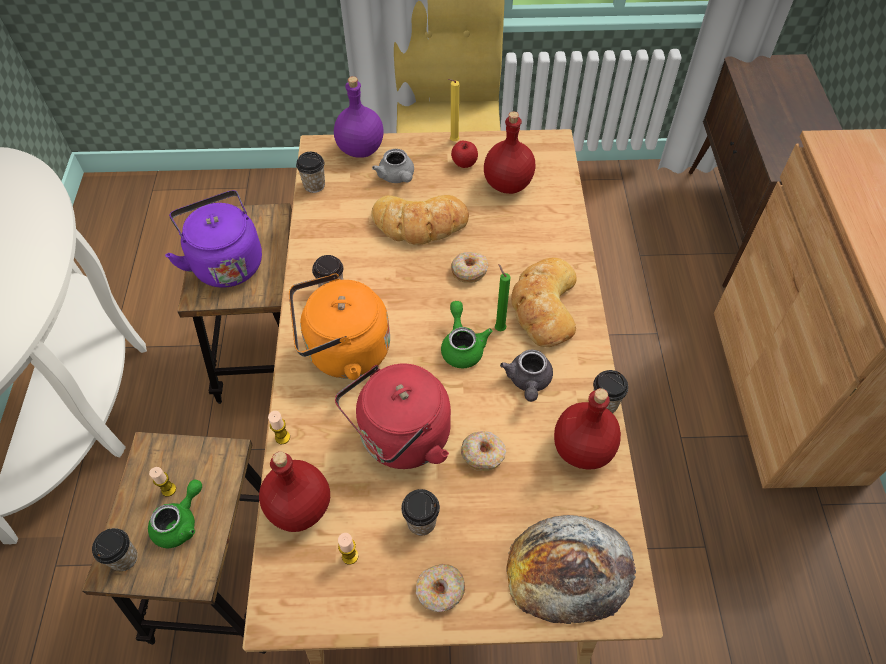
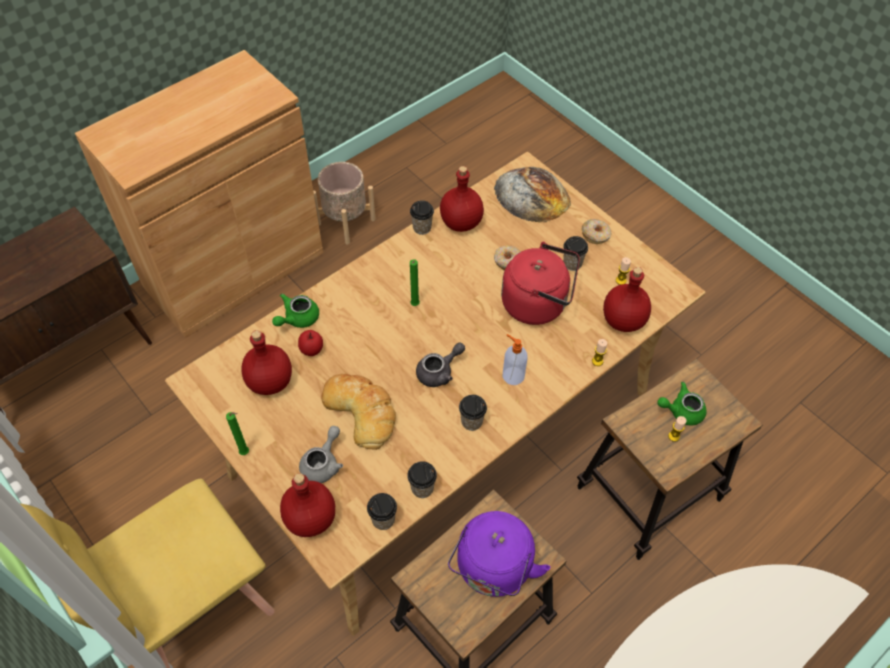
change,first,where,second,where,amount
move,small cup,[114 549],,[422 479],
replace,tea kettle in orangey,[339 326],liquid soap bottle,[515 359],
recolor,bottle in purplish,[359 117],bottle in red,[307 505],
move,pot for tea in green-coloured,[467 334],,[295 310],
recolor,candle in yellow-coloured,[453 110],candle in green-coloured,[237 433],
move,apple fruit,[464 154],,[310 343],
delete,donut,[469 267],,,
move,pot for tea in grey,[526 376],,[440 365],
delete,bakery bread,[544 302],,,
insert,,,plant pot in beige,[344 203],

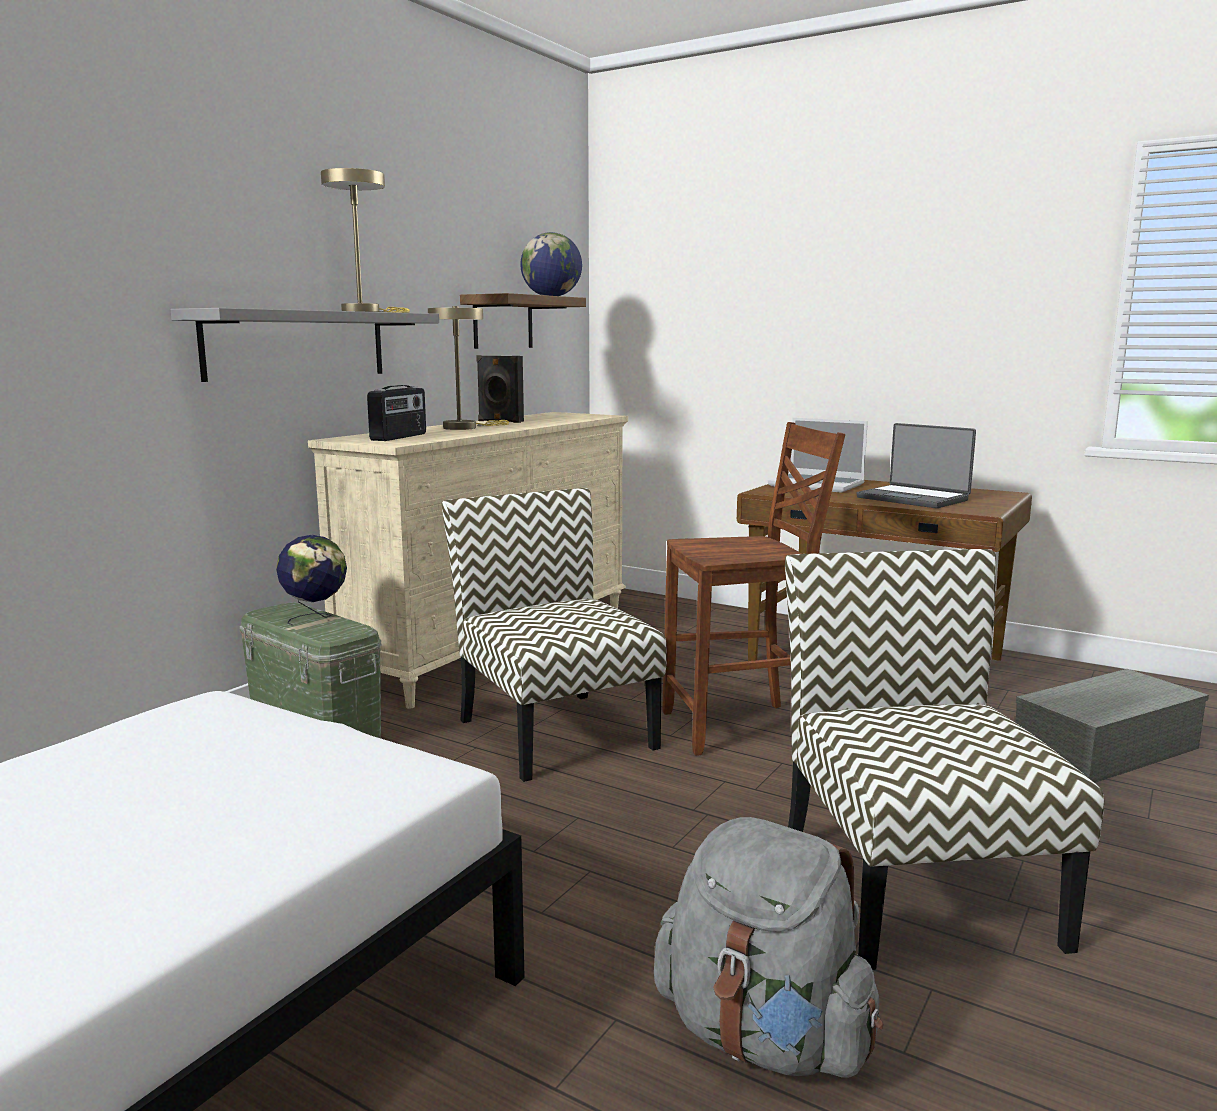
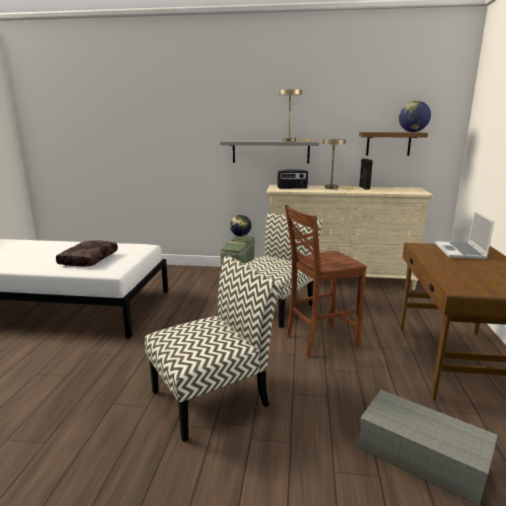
change,first,where,second,where,amount
delete,backpack in grey,[768 947],,,
rotate,plain chair in brownish,[754 589],,[326 281],105 degrees clockwise
delete,notebook computer,[916 465],,,
insert,,,pillow in brownish,[87 253],

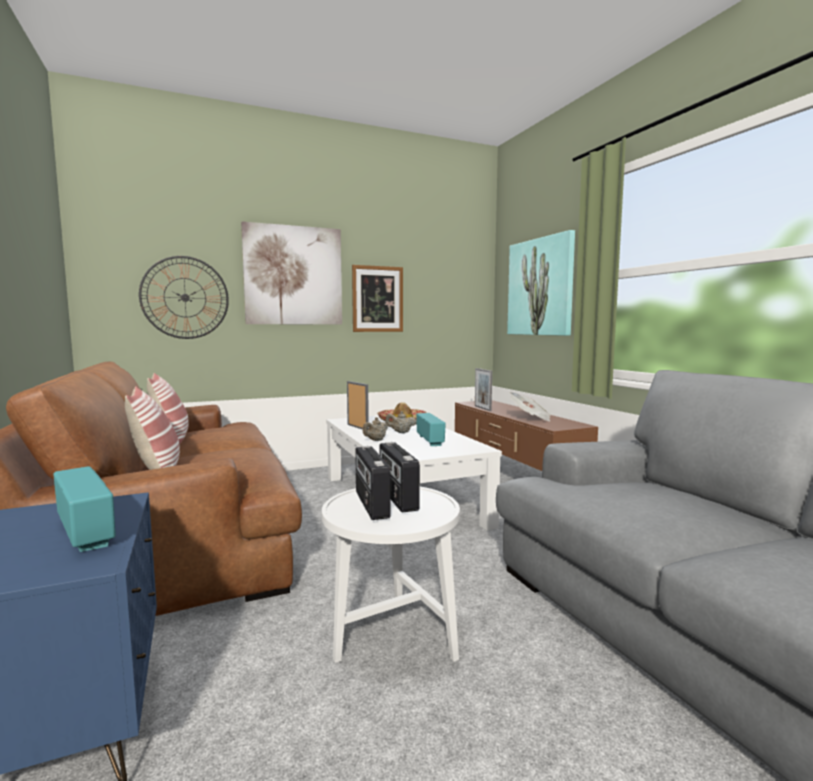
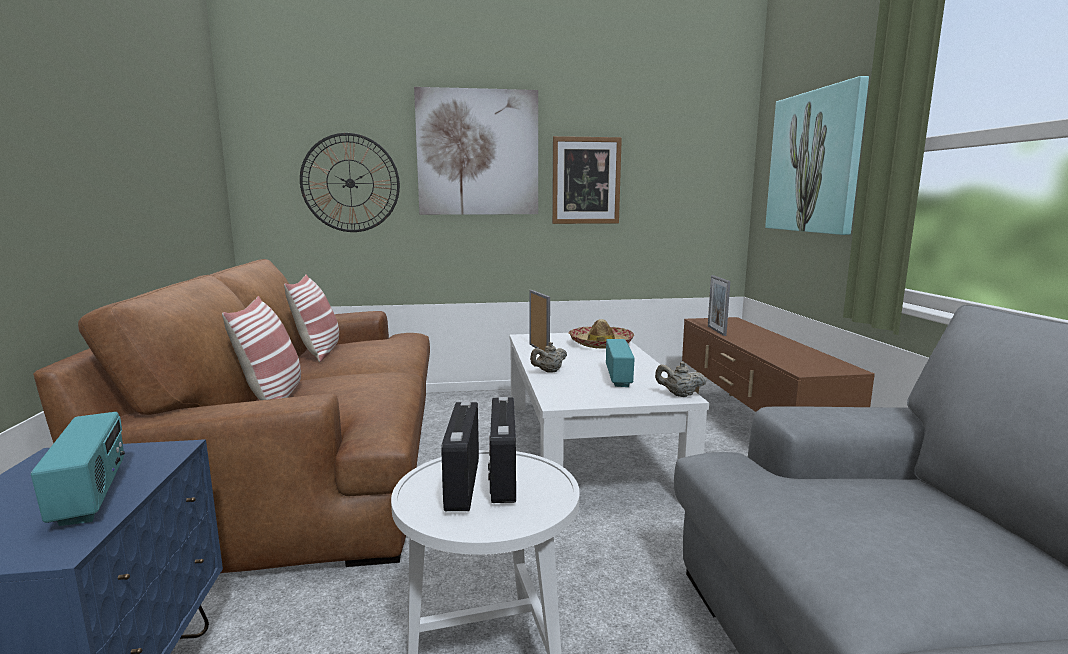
change,first,where,second,where,amount
move,pot for tea in beige,[401 422],,[681 379],
delete,printed paper,[530 407],,,

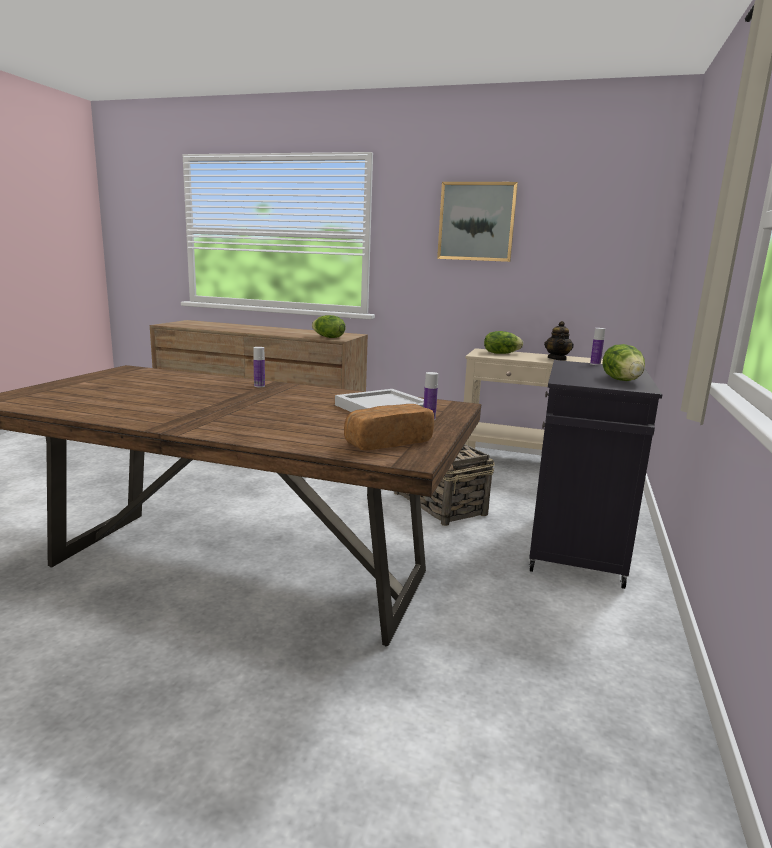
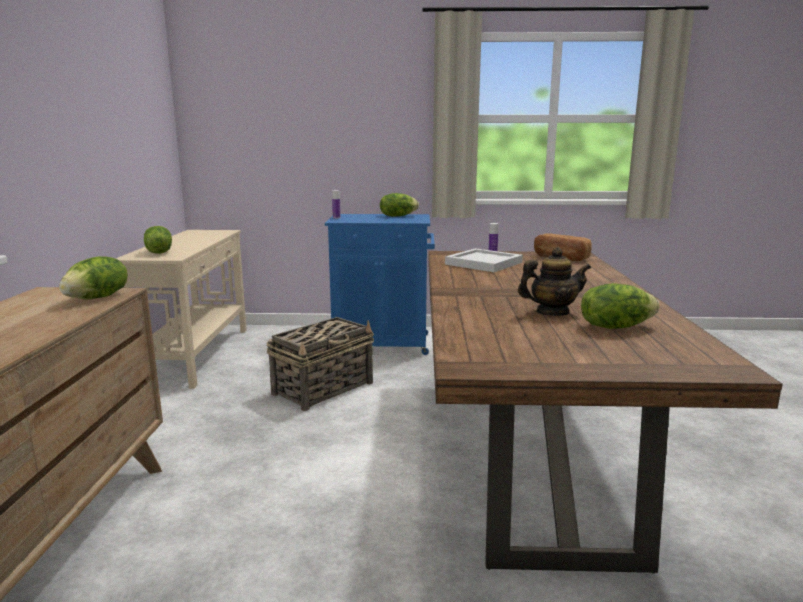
change,first,where,second,where,amount
delete,bottle,[259 367],,,
delete,wall picture,[477 222],,,
recolor,storage cabinet in blackish,[596 474],storage cabinet in blue,[380 284],
move,pot for tea,[559 341],,[554 281],
insert,,,lettuce,[620 306],

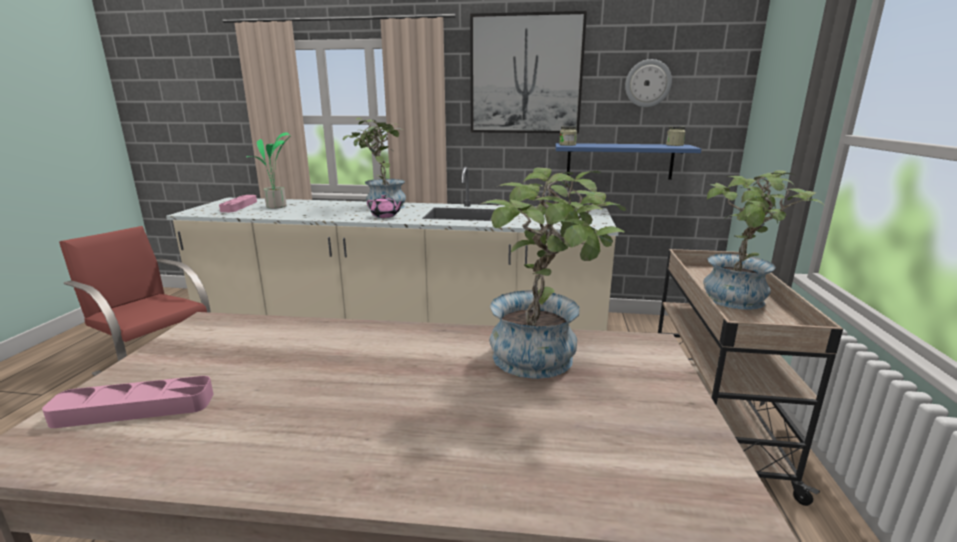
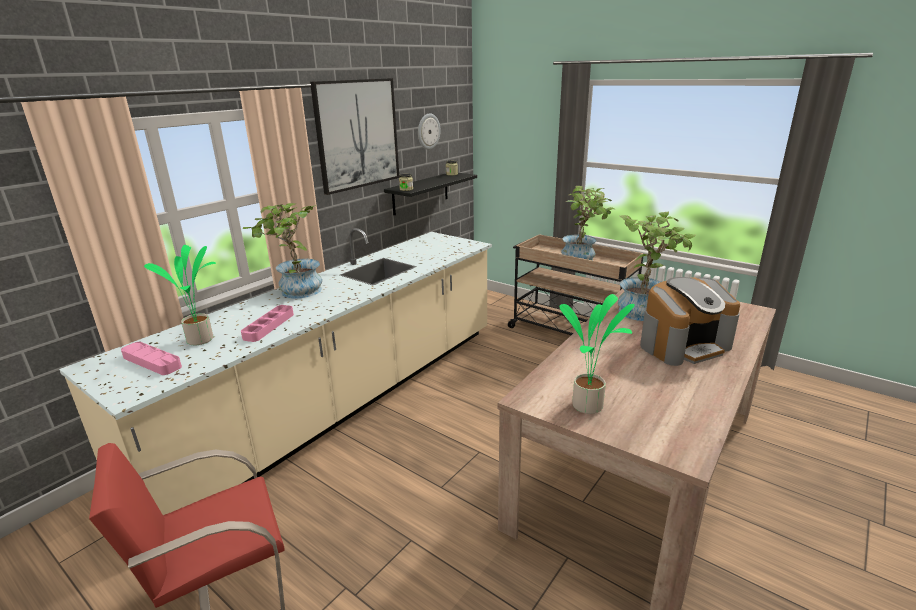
change,first,where,second,where,amount
move,tray in pinkish,[128 402],,[267 323],
delete,pot for tea in pinkish,[385 206],,,
recolor,shelf in blue,[628 161],shelf in blackish,[430 194],
insert,,,houseplant,[597 354],
insert,,,coffee brewer,[690 321],

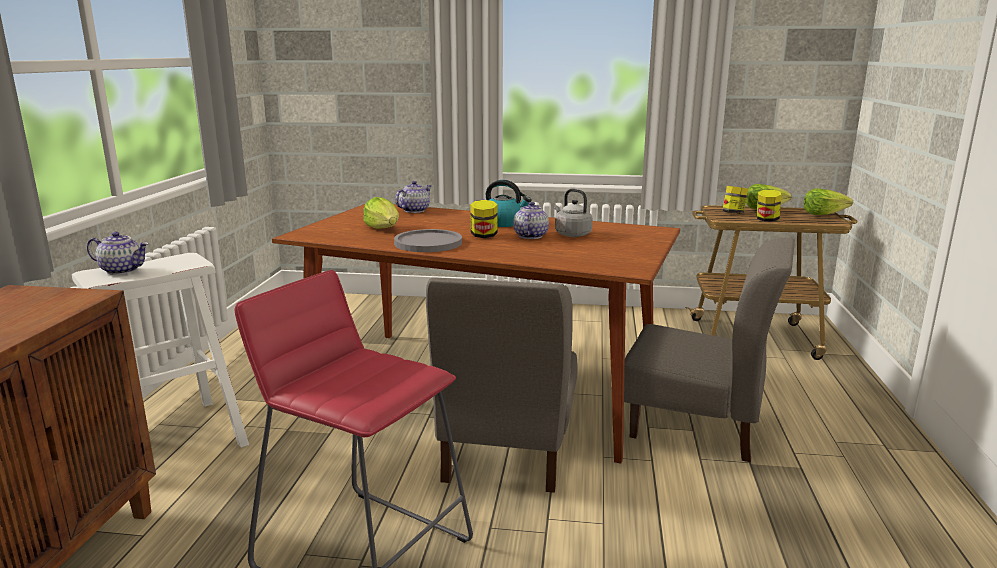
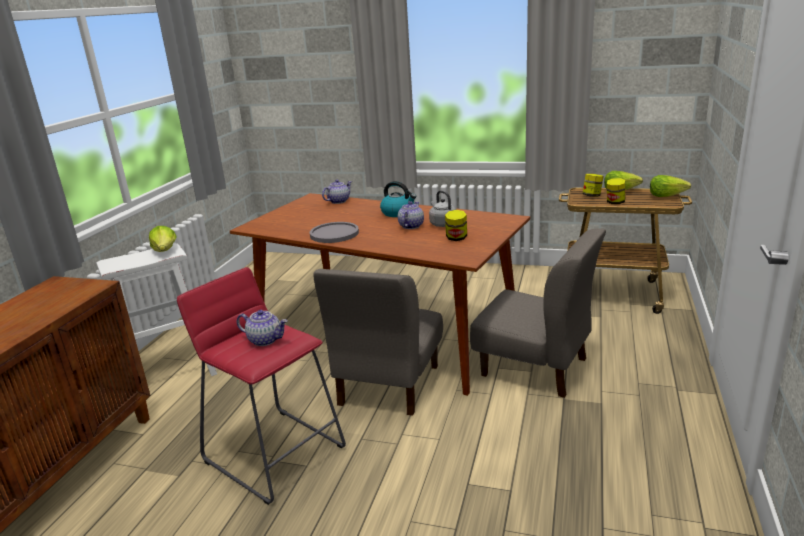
change,first,where,second,where,amount
move,pot for tea,[118 253],,[262 328],
move,lettuce,[381 213],,[162 239],
move,preserve jar,[484 219],,[456 225],

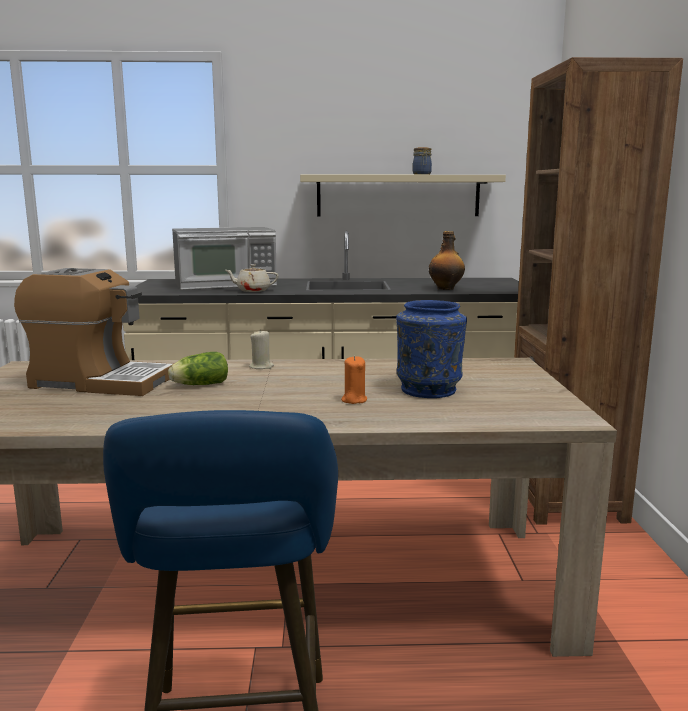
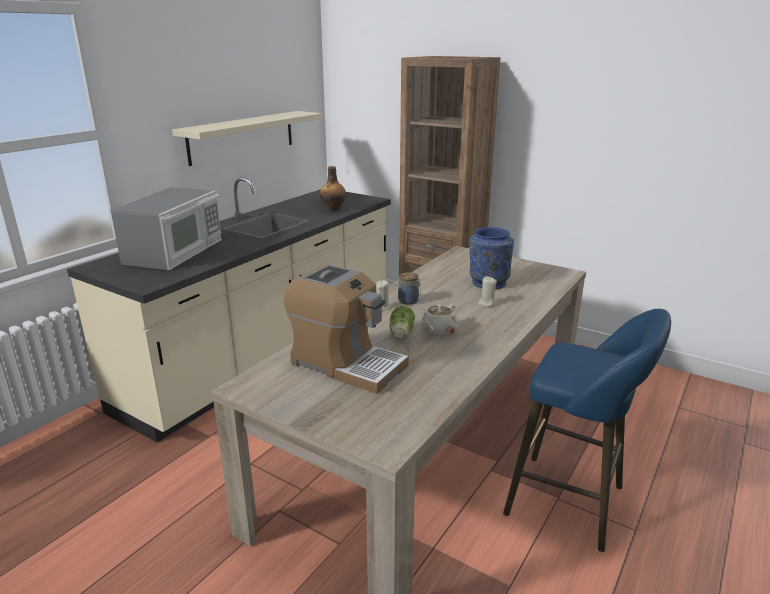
change,first,where,second,where,amount
rotate,coffee brewer,[94 332],,[346 329],75 degrees clockwise
move,pot for tea in beige,[252 278],,[439 320],
recolor,candle in orangey,[354 380],candle in beige,[487 291],
move,preserve jar,[422 161],,[409 288],

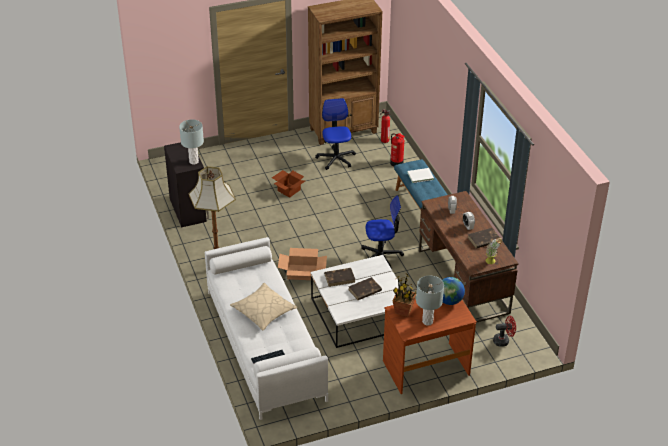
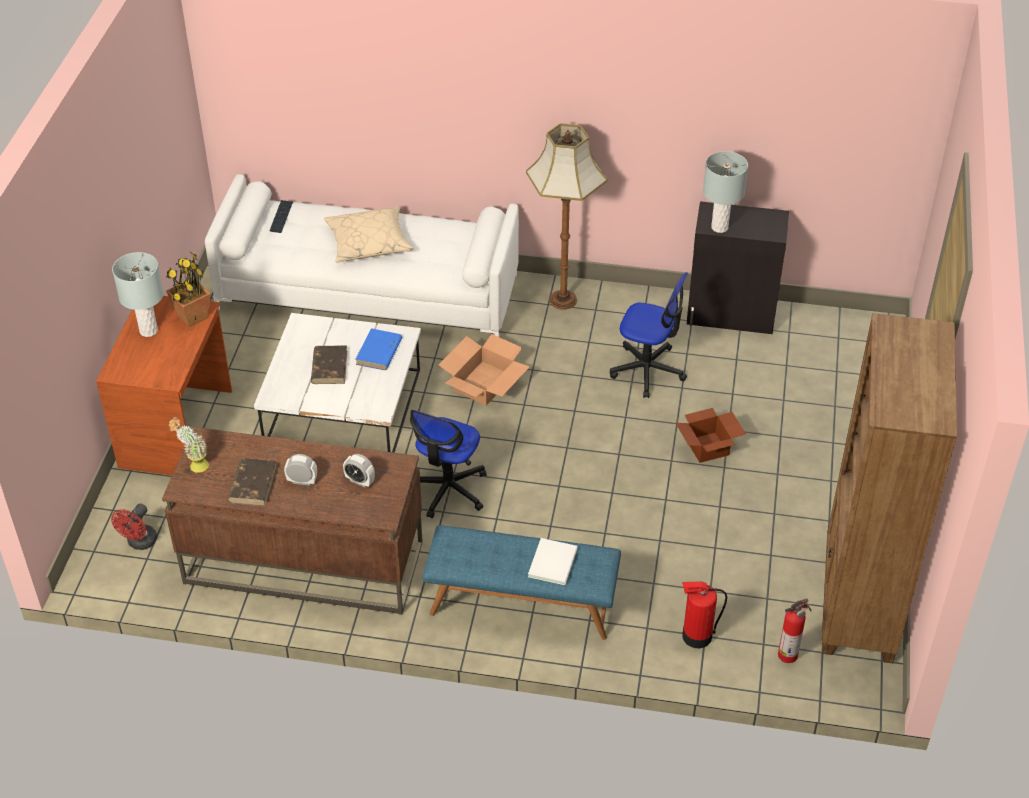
change,first,where,second,where,amount
move,office chair,[335 134],,[649 335],
recolor,volume in brownish,[339 277],volume in blue,[379 349],
delete,world globe,[453 291],,,

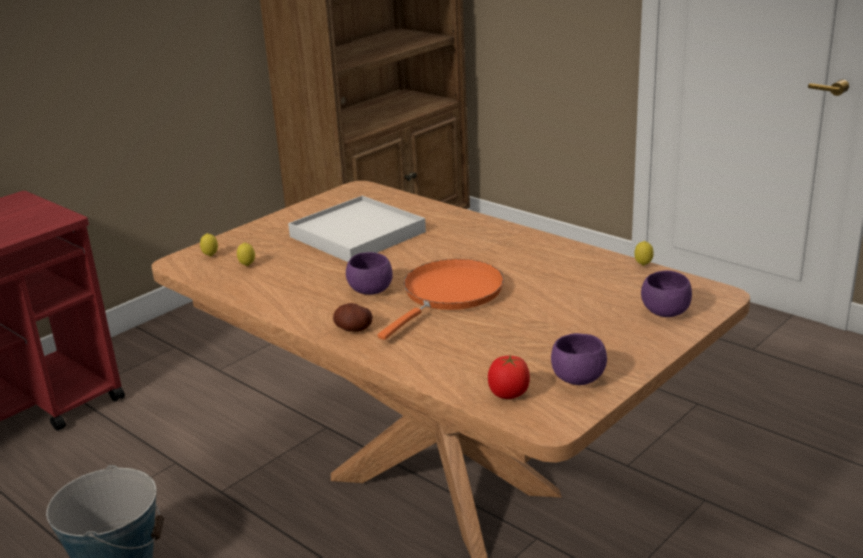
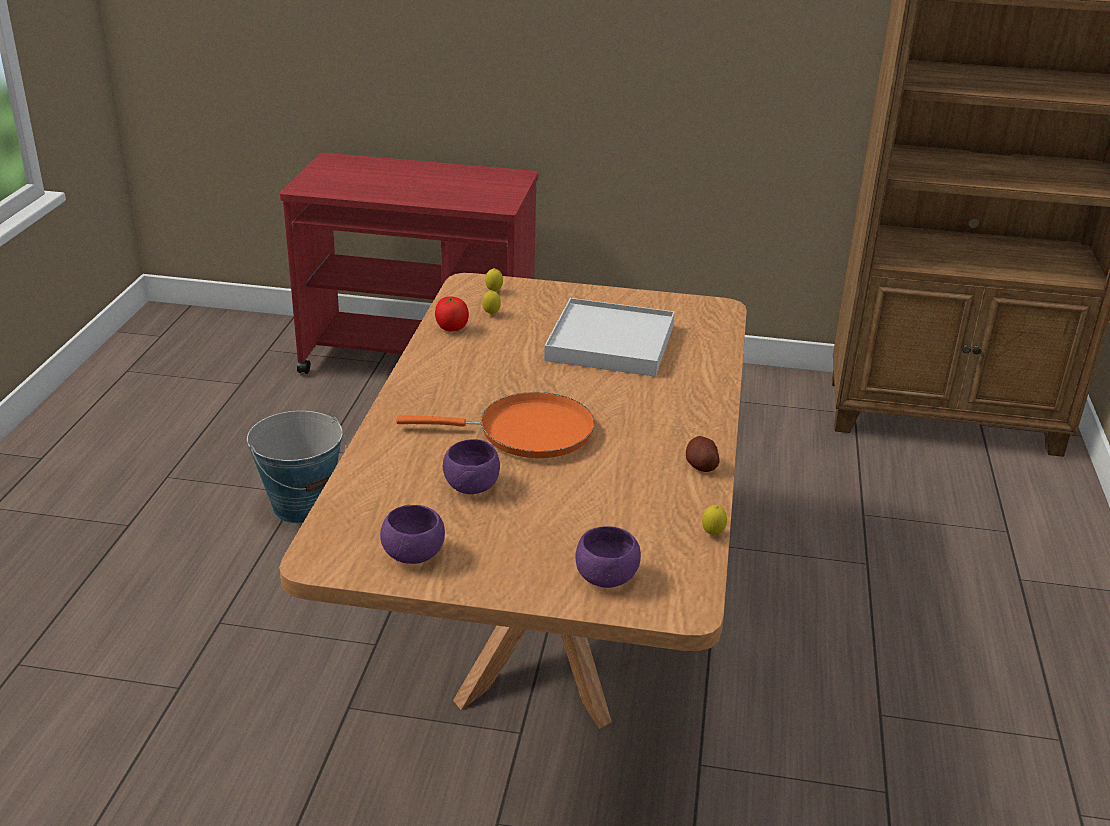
change,first,where,second,where,amount
move,spud,[353 317],,[703 454],
move,deep dish in purplish,[369 273],,[471 466],
move,whole tomato,[509 377],,[452 313],

